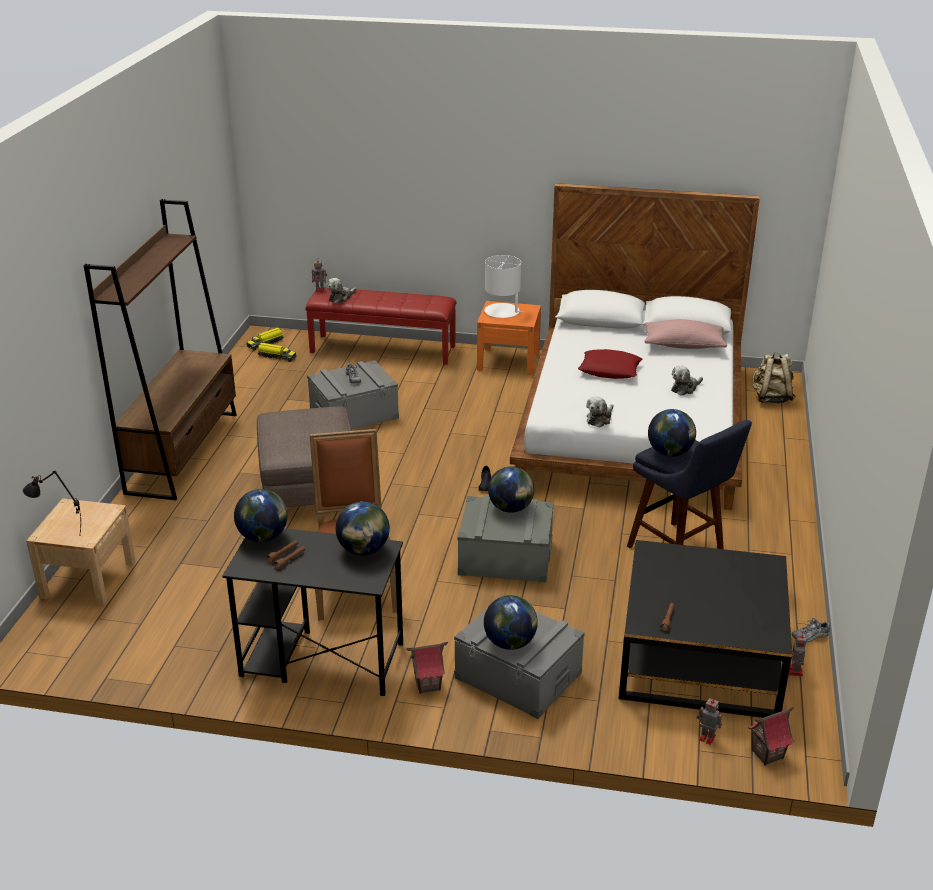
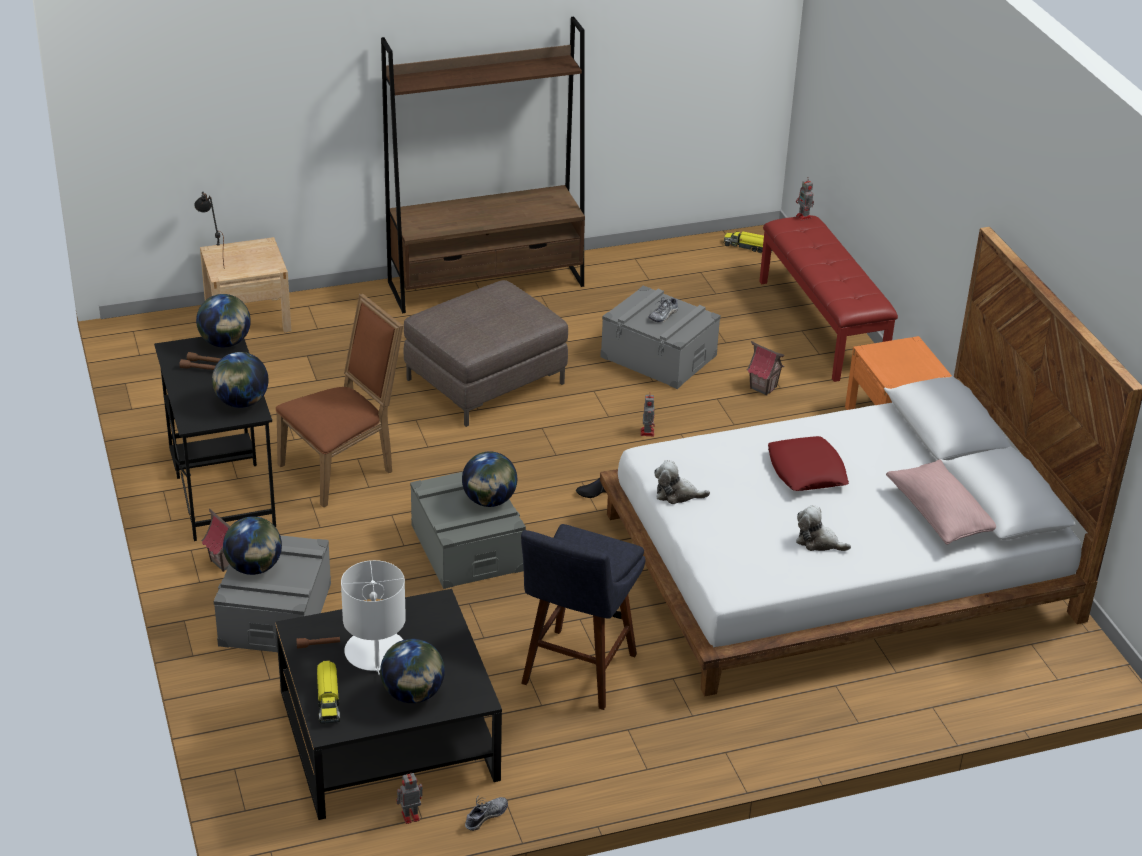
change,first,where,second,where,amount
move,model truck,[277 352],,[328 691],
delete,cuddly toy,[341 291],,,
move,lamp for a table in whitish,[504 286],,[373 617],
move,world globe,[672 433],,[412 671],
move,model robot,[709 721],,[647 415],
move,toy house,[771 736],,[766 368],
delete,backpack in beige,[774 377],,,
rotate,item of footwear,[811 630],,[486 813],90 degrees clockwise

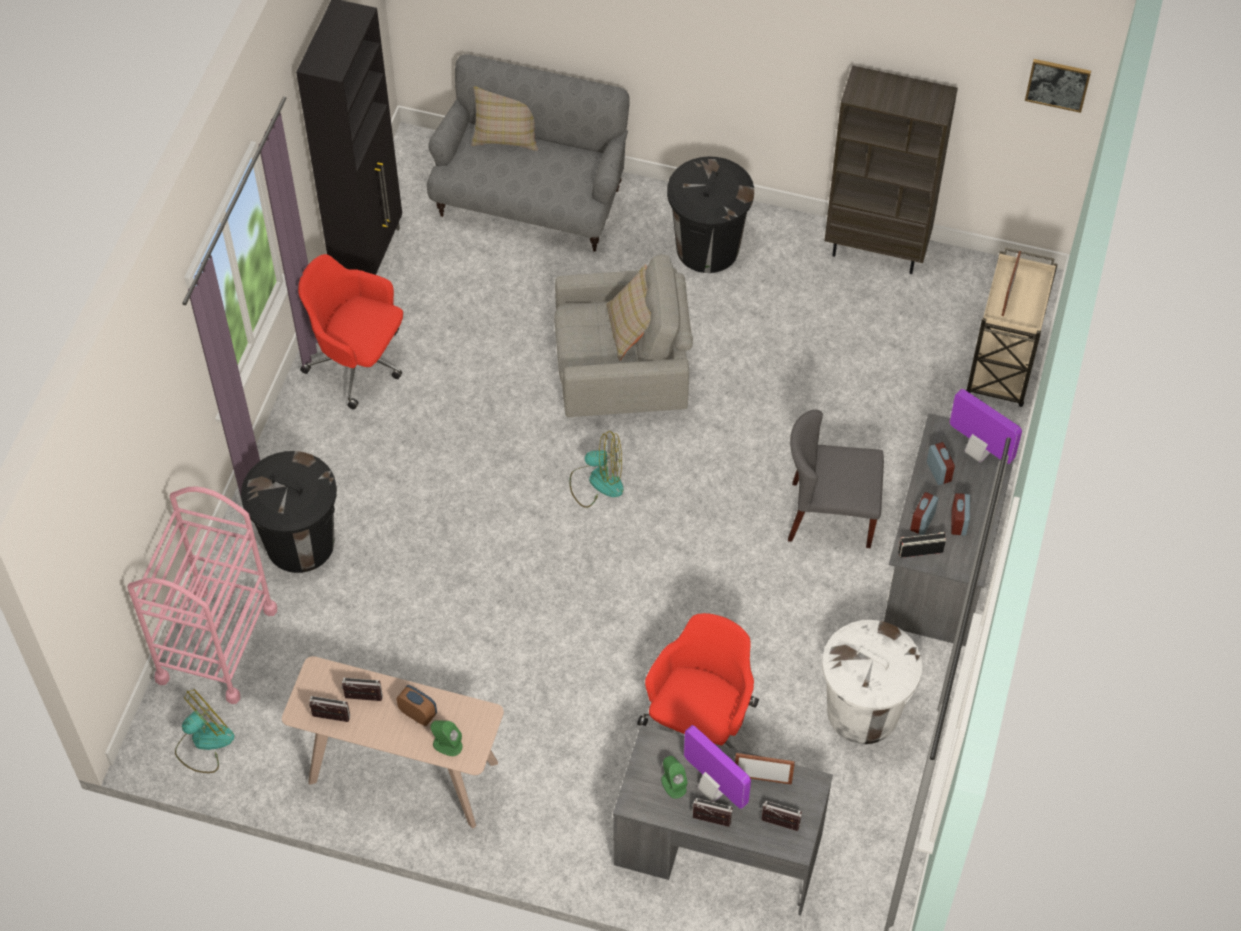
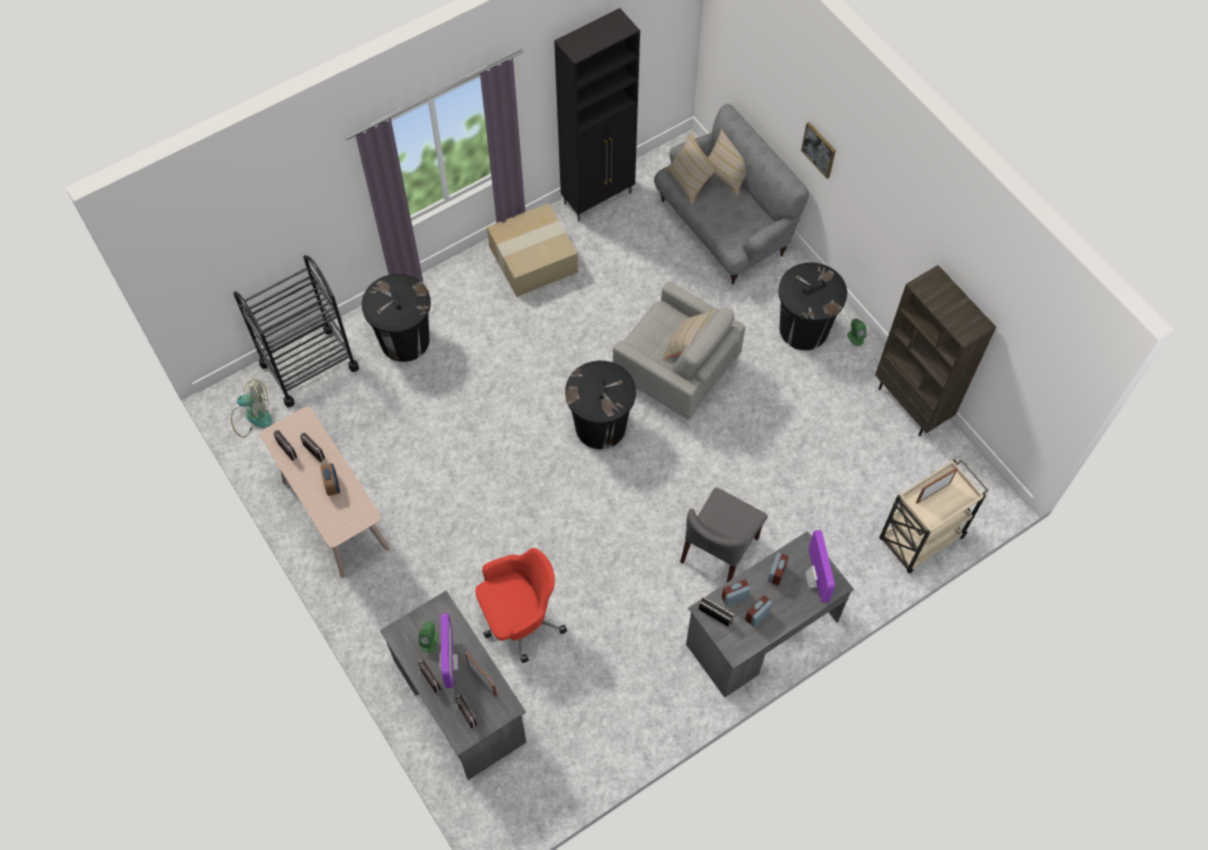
change,first,where,second,where,amount
recolor,cart in pinkish,[202 595],cart in blackish,[296 331],
replace,office chair in red,[350 332],cardboard box,[532 250],
move,audio speaker in green-coloured,[446 738],,[857 332],
replace,cooling fan,[596 469],waste bin in blackish,[600 405],
rotate,plain chair in grey,[836 479],,[723 535],105 degrees counterclockwise
delete,waste bin in whitish,[872 682],,,
move,wall picture,[1058 86],,[818 150],
insert,,,pillow in beige,[692 168],

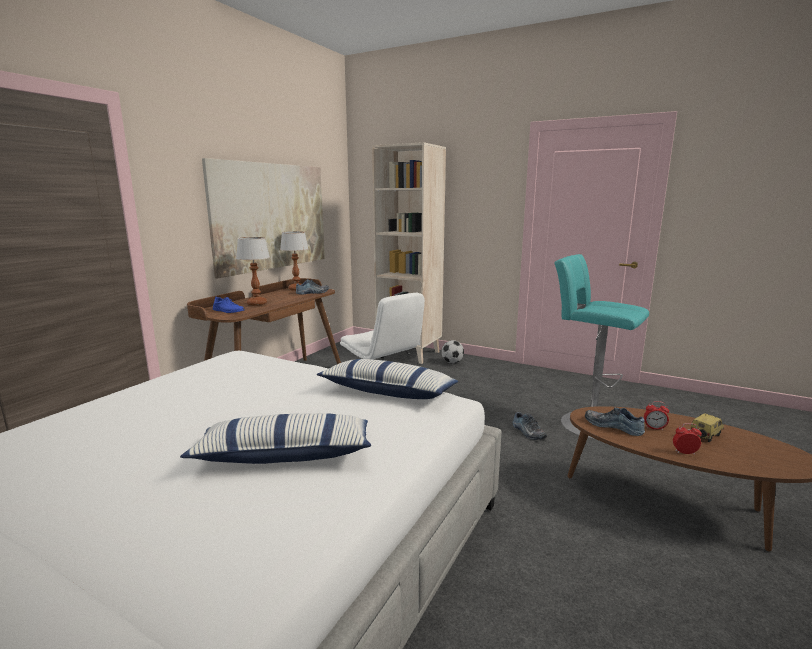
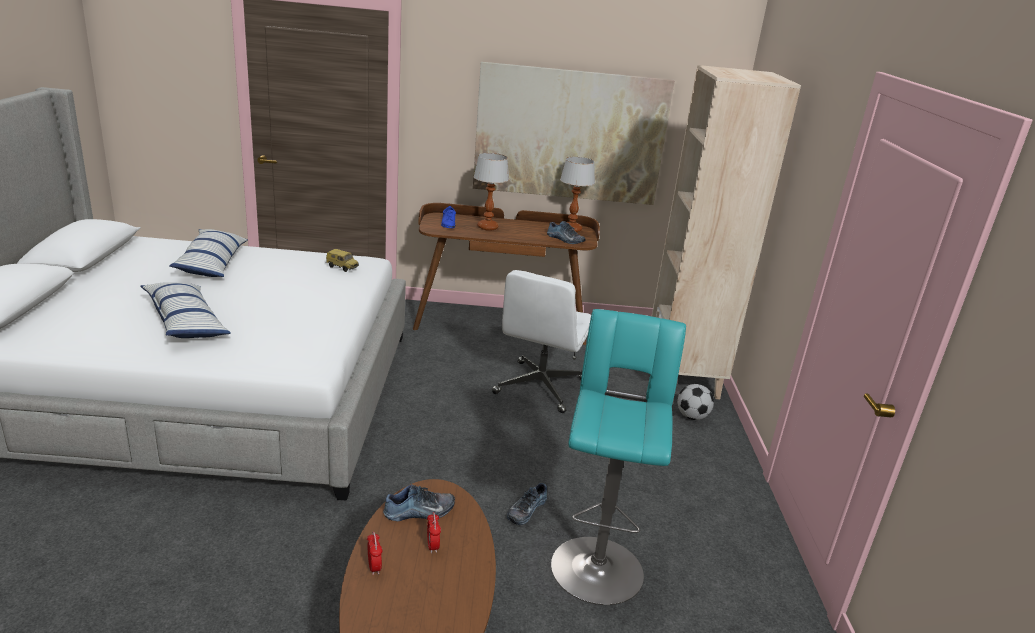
change,first,where,second,where,amount
move,pillow,[387 379],,[208 253],
rotate,item of footwear,[615 421],,[419 502],60 degrees clockwise
move,toy car,[707 427],,[342 260],

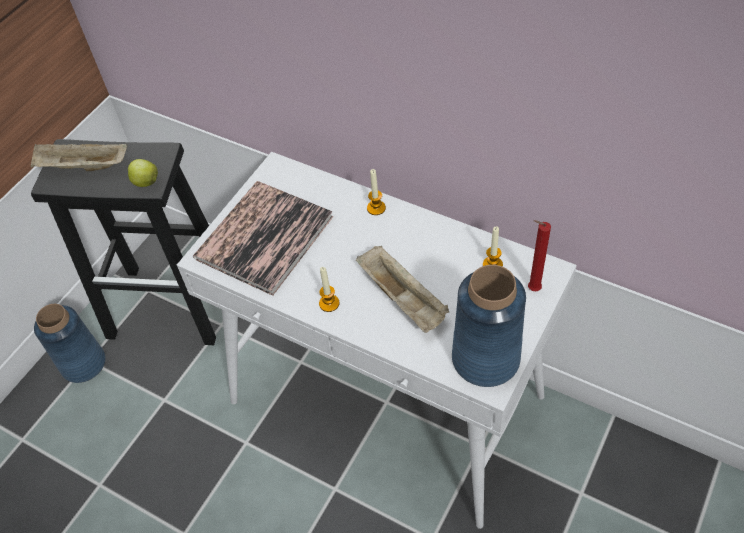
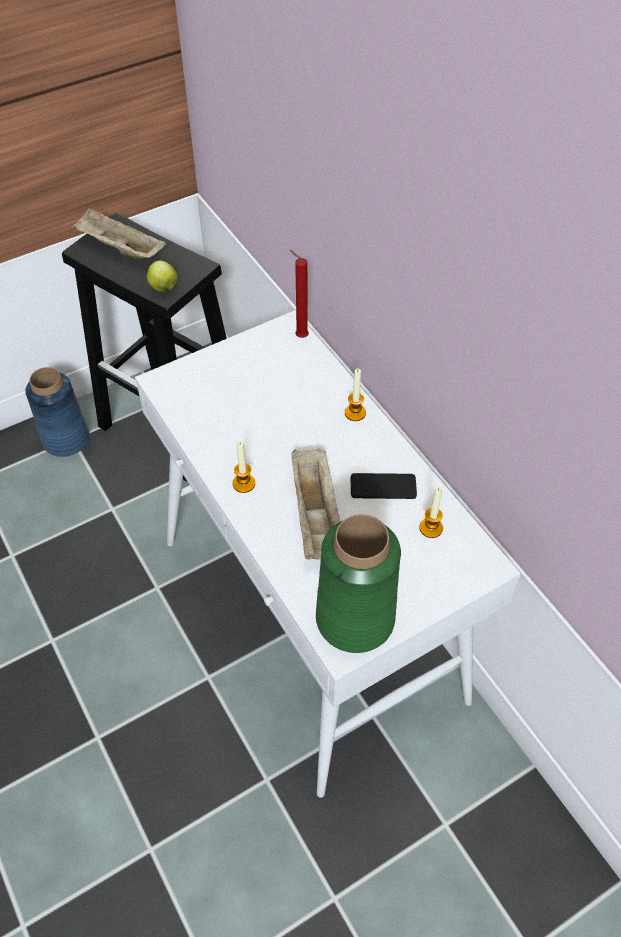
change,first,where,second,where,amount
delete,volume,[263 238],,,
recolor,flower vase in blue,[489 326],flower vase in green-coloured,[358 583],
move,candle in red,[539 255],,[299 294],
insert,,,phone,[384 486],

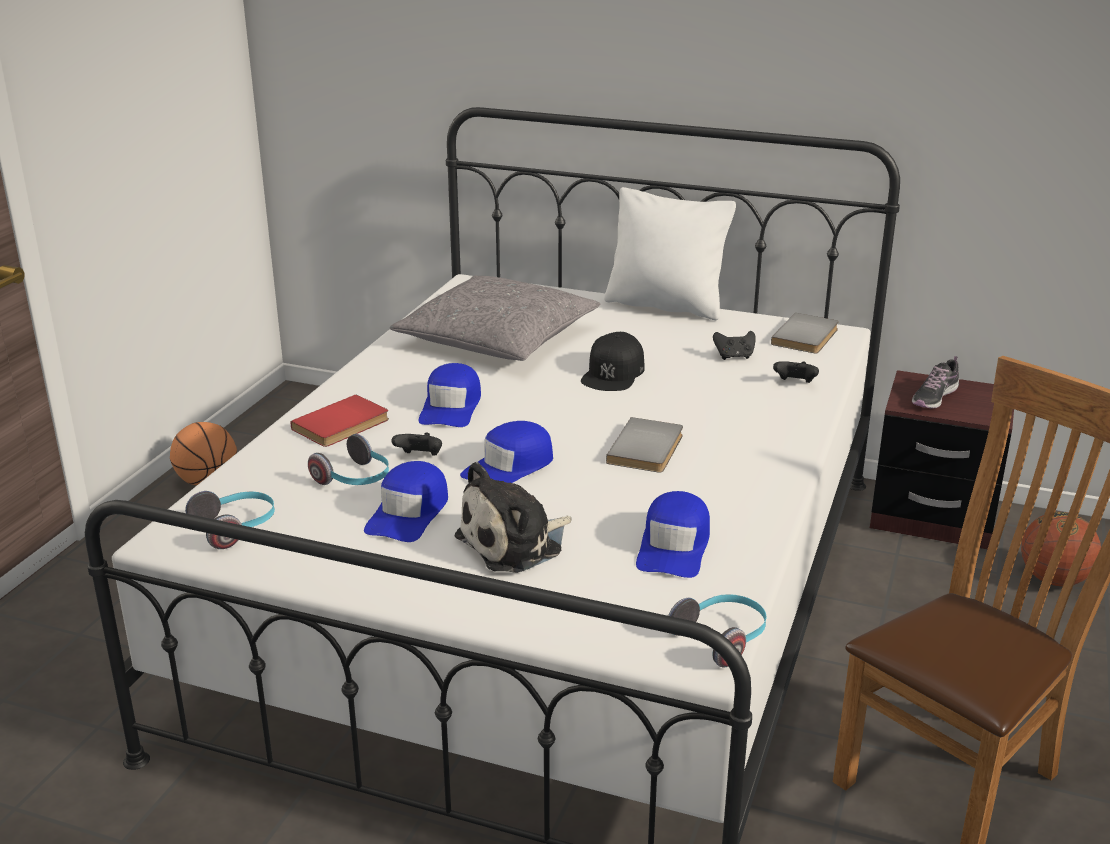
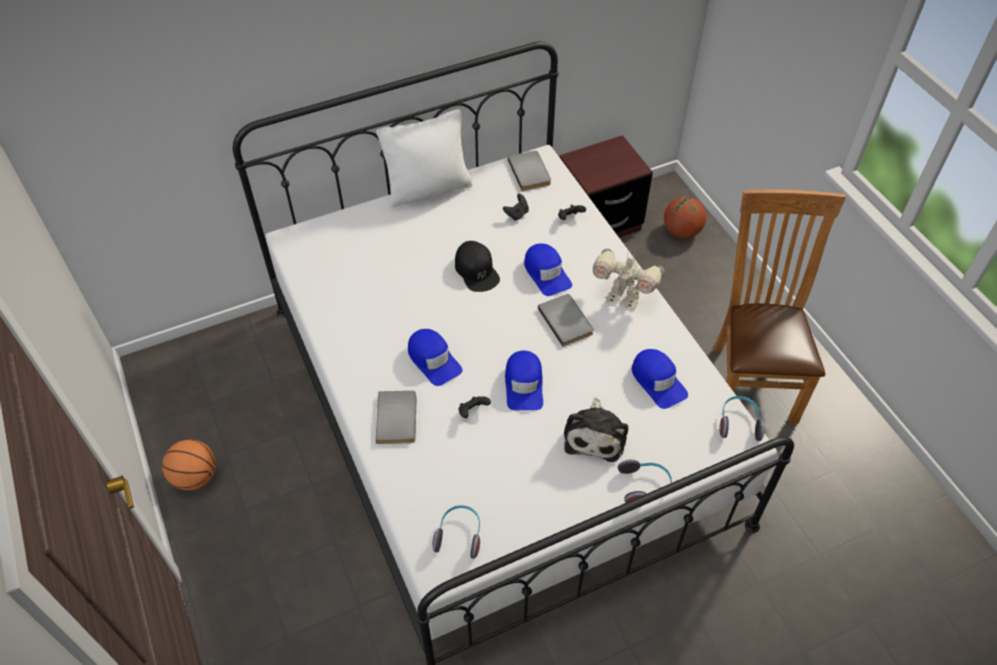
change,first,where,second,where,amount
recolor,volume in red,[339 421],volume in grey,[396 417],
move,headset,[348 459],,[645 481],
move,baseball cap in blue,[406 501],,[548 269],
delete,pillow in grey,[495 318],,,
delete,item of footwear,[935 382],,,
insert,,,model robot,[628 278],

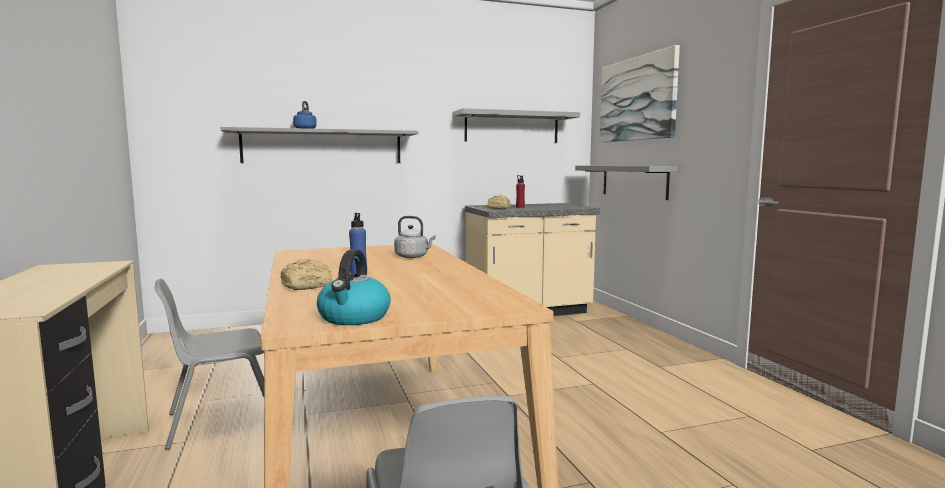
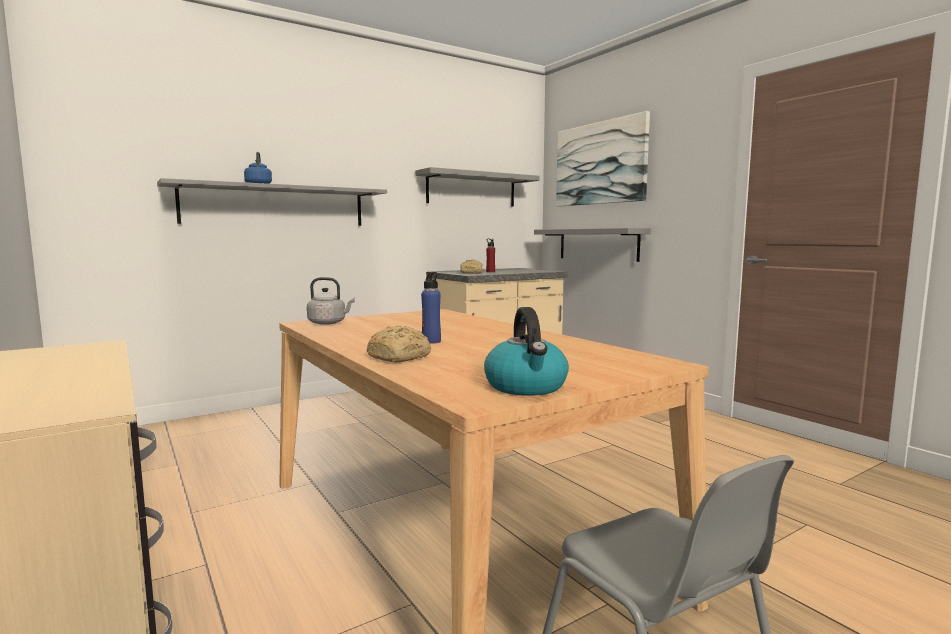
change,first,where,second,where,amount
delete,plain chair in grey,[209 364],,,
move,tea kettle in grey,[415 237],,[331 301],

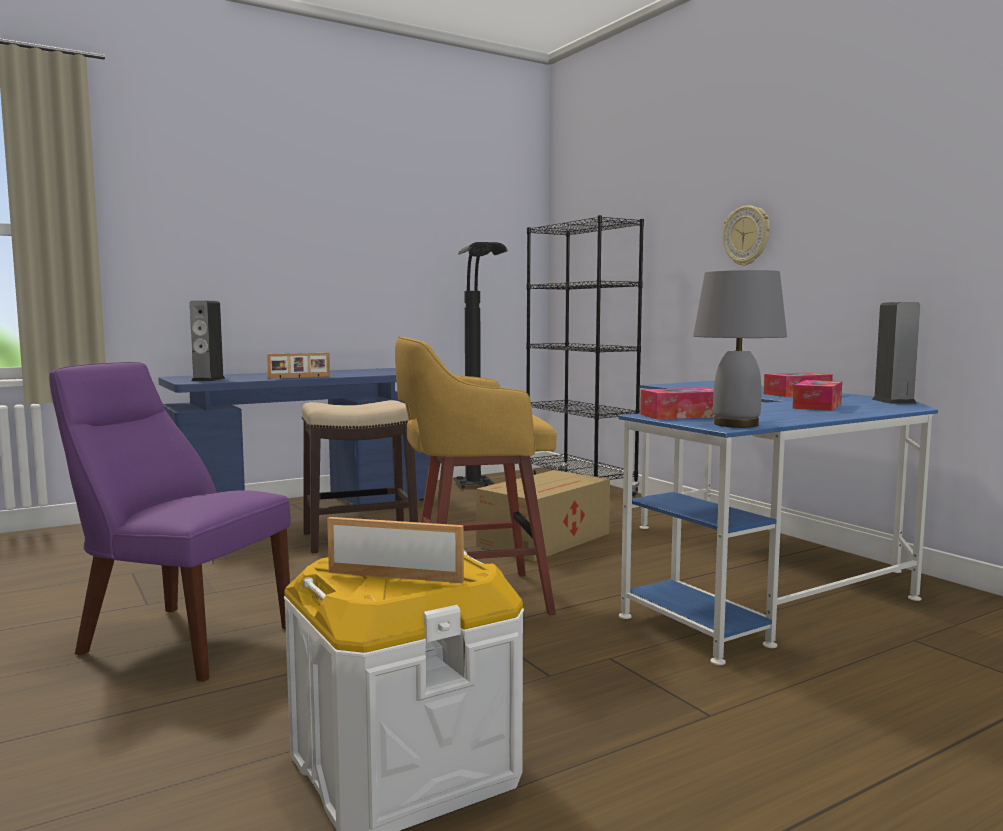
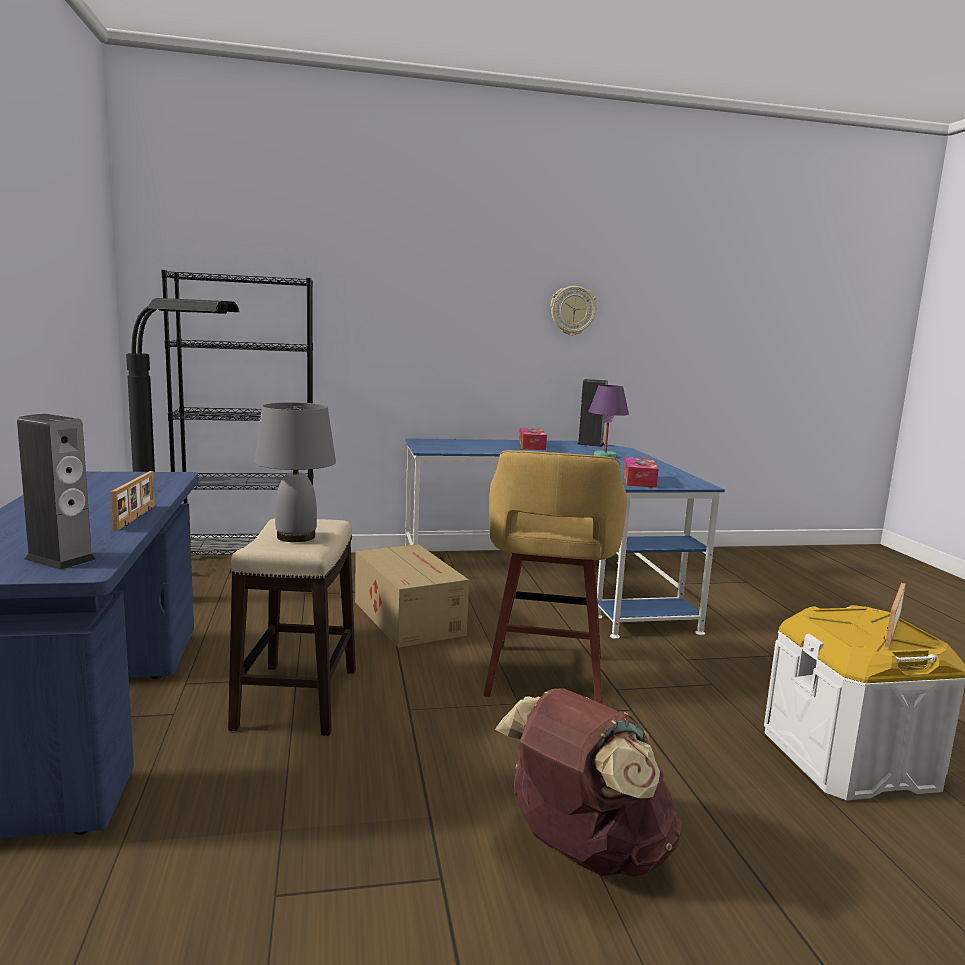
change,first,where,second,where,amount
replace,plain chair in purplish,[170 522],backpack in brownish,[588 782],
move,lamp for a table in grey,[740 349],,[295 472],
move,wall clock,[746 236],,[574 310],
replace,tissue holder,[817 395],lamp for a table in purplish,[608 421],

